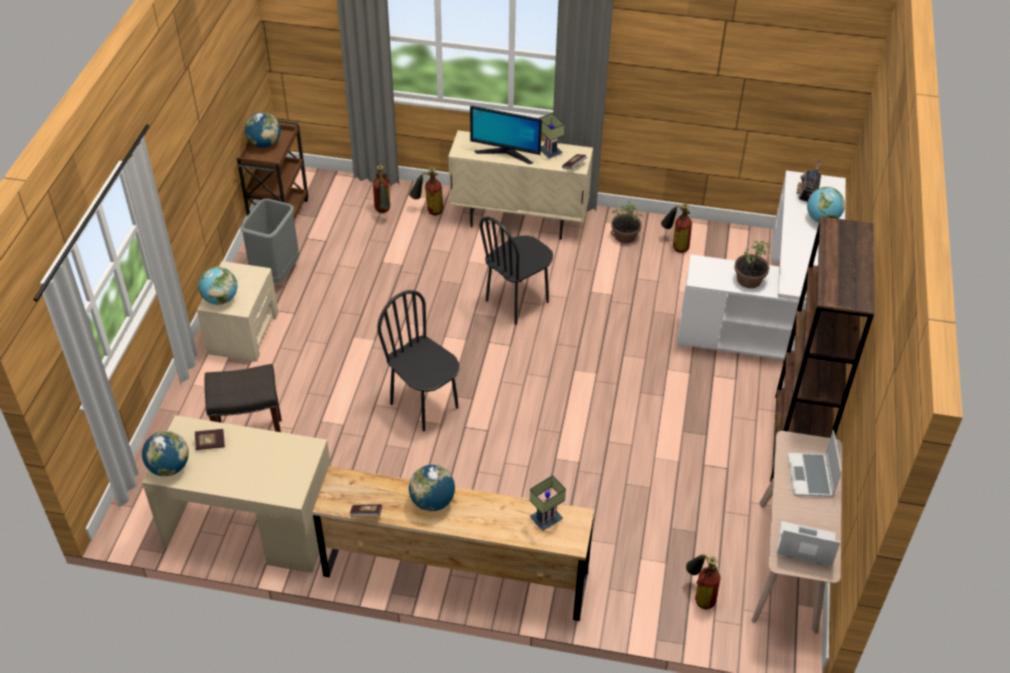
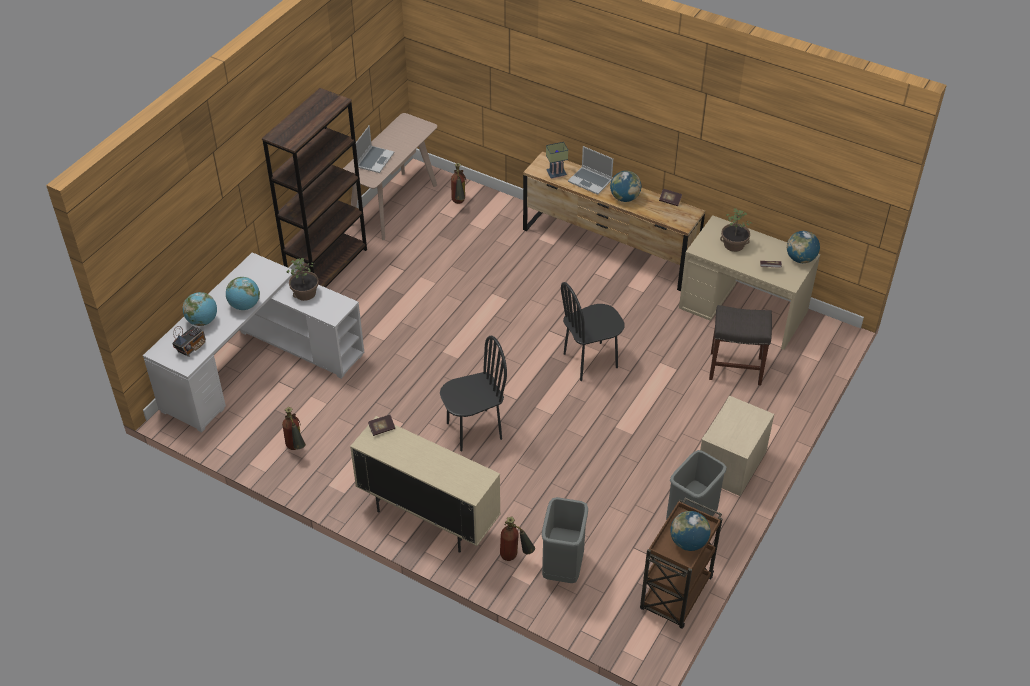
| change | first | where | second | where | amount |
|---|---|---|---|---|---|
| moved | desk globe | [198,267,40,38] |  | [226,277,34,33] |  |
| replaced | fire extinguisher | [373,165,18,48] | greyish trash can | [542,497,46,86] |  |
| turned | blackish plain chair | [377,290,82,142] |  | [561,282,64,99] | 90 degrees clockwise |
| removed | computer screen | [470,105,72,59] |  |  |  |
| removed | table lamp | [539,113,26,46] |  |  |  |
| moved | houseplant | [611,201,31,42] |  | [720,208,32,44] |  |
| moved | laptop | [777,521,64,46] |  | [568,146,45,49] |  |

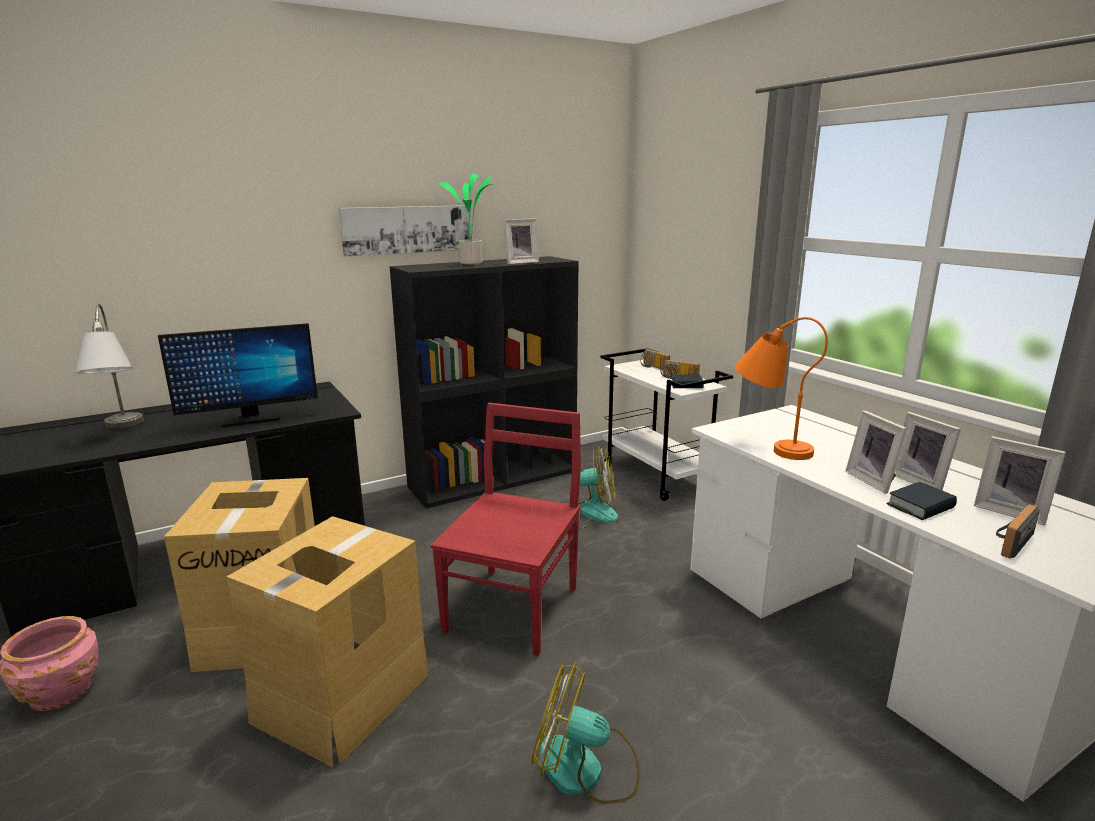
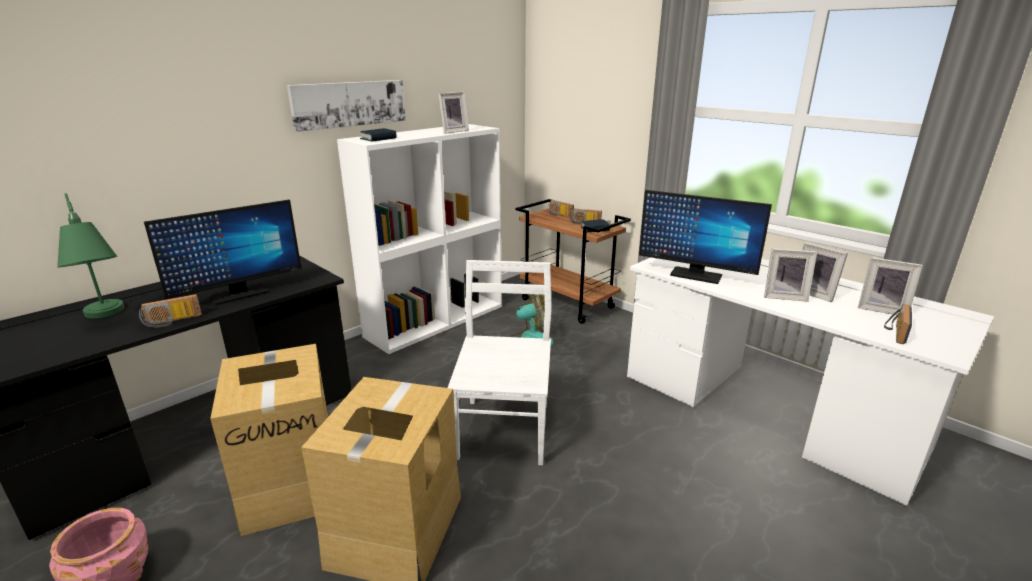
| change | first | where | second | where | amount |
|---|---|---|---|---|---|
| recoloured | greyish table lamp | [75,304,69,125] | green-coloured table lamp | [57,193,67,126] |  |
| recoloured | blackish bookcase | [390,256,188,253] | white-coloured bookcase | [337,124,165,230] |  |
| recoloured | reddish plain chair | [431,403,150,253] | white-coloured plain chair | [448,260,104,205] |  |
| removed | houseplant | [439,173,53,92] |  |  |  |
| removed | electric fan | [531,663,109,141] |  |  |  |
| recoloured | white-coloured wheeled cart | [600,348,133,153] | brown wheeled cart | [516,199,115,125] |  |
| replaced | orangey table lamp | [735,317,93,143] | computer screen | [639,190,133,94] |  |
| turned | picture frame | [845,411,63,83] |  | [764,248,53,54] | 45 degrees counterclockwise |
| moved | bound book | [886,482,71,38] |  | [360,128,37,14] |  |
| added |  |  | radio set | [139,294,63,34] |  |

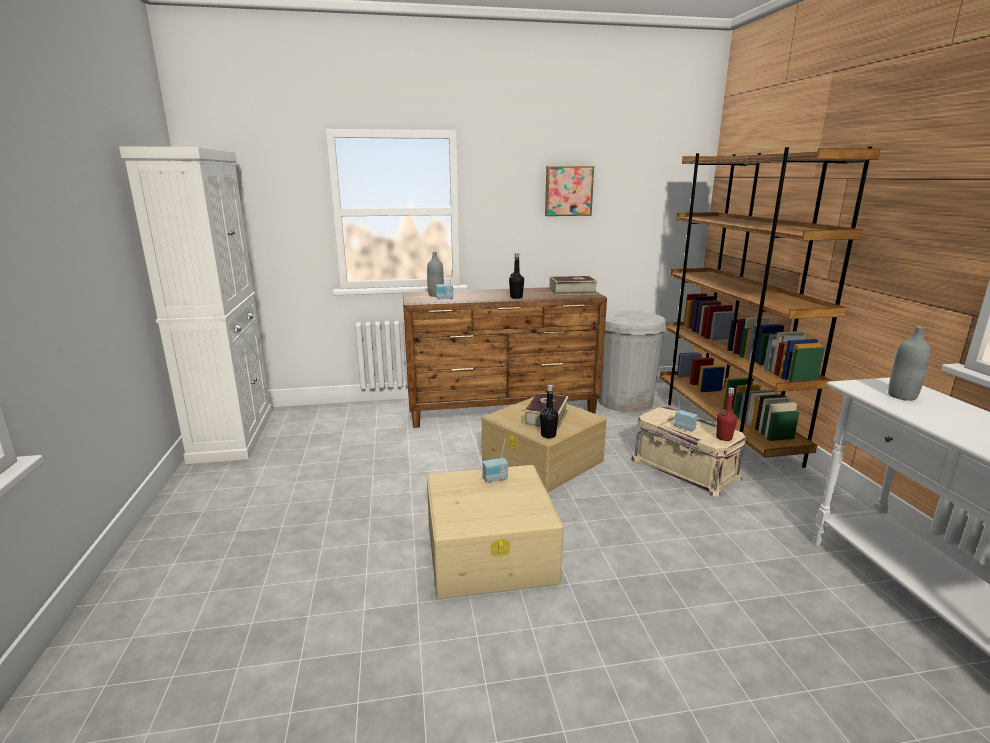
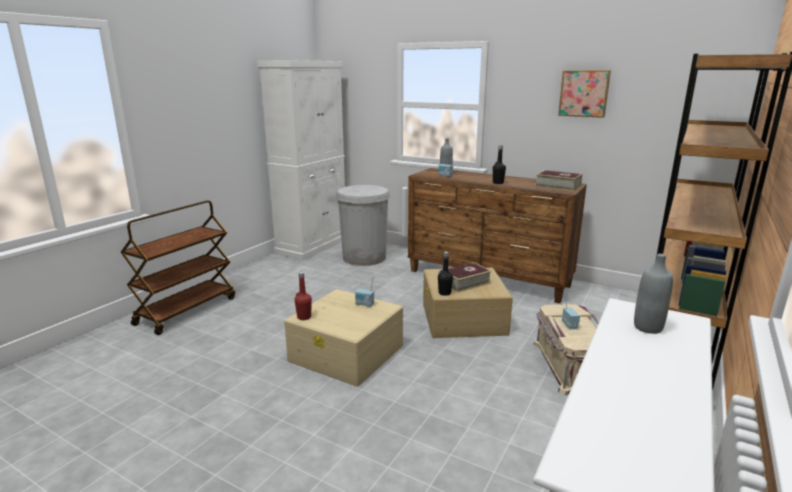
| change | first | where | second | where | amount |
|---|---|---|---|---|---|
| moved | white-coloured trash can | [598,310,69,103] |  | [336,185,54,81] |  |
| moved | reddish bottle | [716,388,21,53] |  | [294,272,18,48] |  |
| added |  |  | brown wheeled cart | [121,200,114,135] |  |

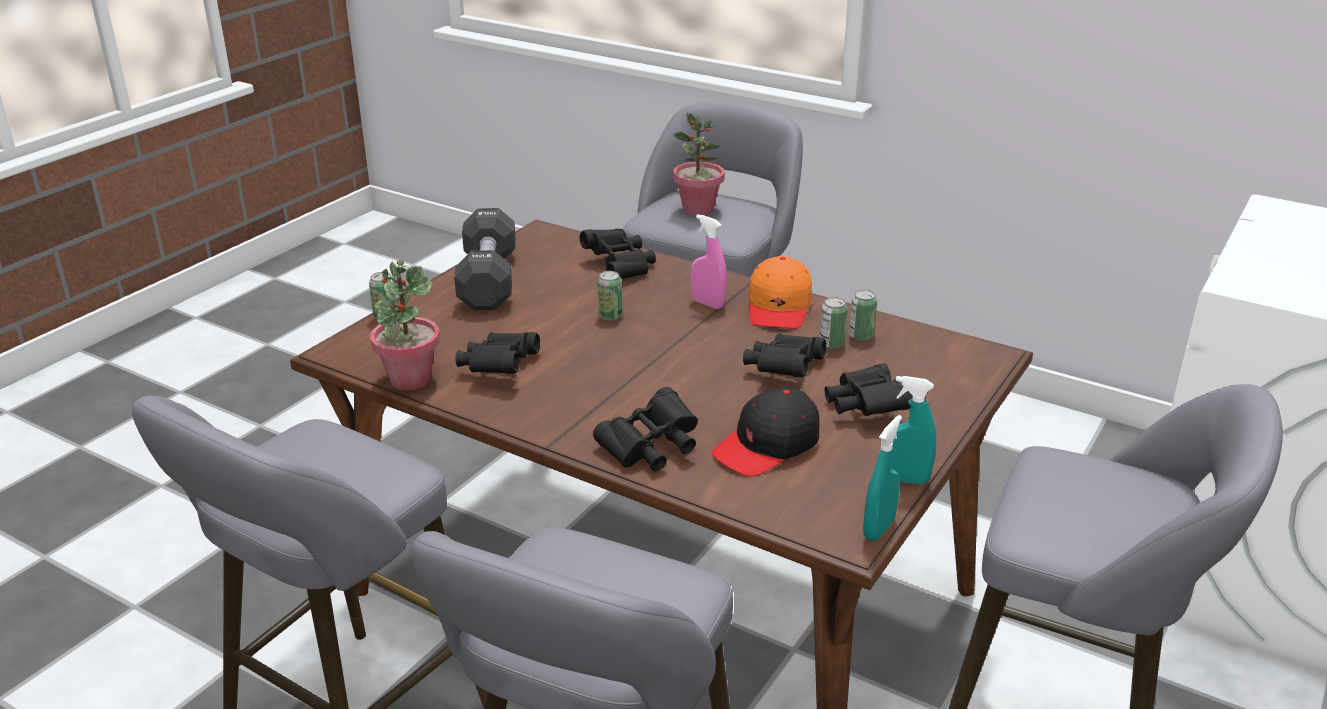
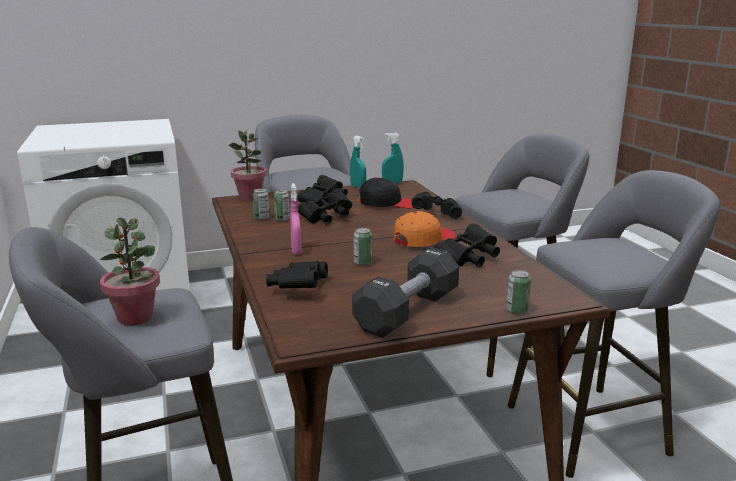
| change | first | where | second | where | amount |
|---|---|---|---|---|---|
| moved | houseplant | [370,260,70,130] |  | [229,130,38,71] |  |
| moved | orangey peaked cap | [748,256,64,73] |  | [394,211,62,36] |  |

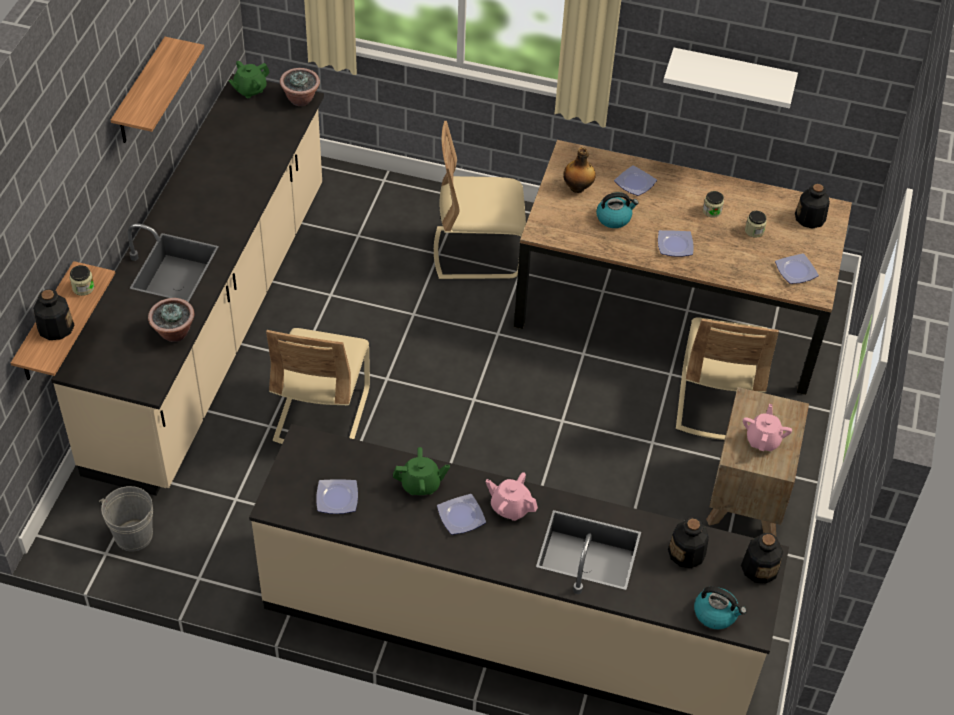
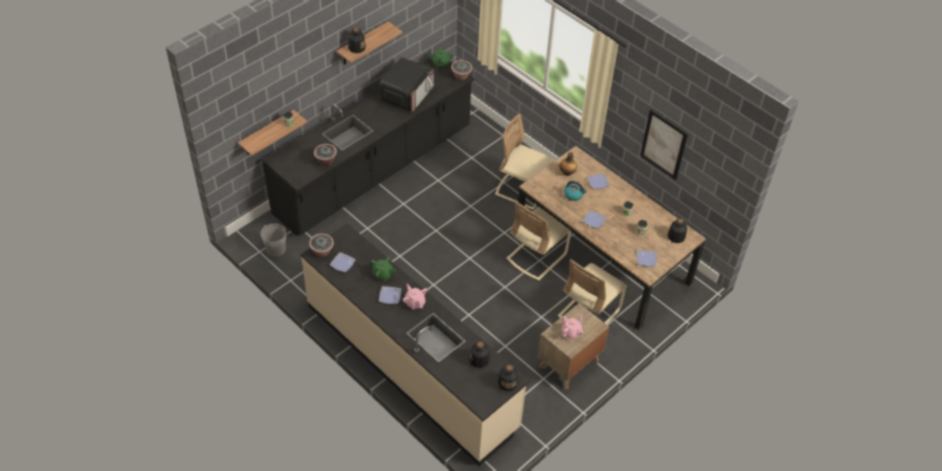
| change | first | where | second | where | amount |
|---|---|---|---|---|---|
| moved | bottle | [33,289,42,51] |  | [348,28,18,25] |  |
| recoloured | beige kitchen counter | [51,74,273,422] | blackish kitchen counter | [262,58,213,179] |  |
| moved | beige plain chair | [266,328,104,117] |  | [506,200,65,81] |  |
| replaced | white-coloured wall shelf | [663,48,135,60] | picture | [640,110,48,70] |  |
| removed | kettle | [694,586,53,43] |  |  |  |
| added |  |  | houseplant | [309,233,25,24] |  |
| added |  |  | kitchen microwave | [380,57,54,55] |  |

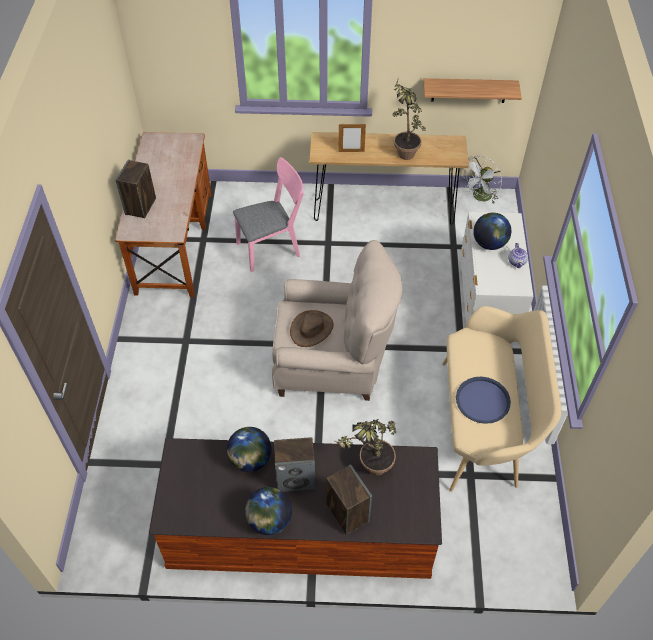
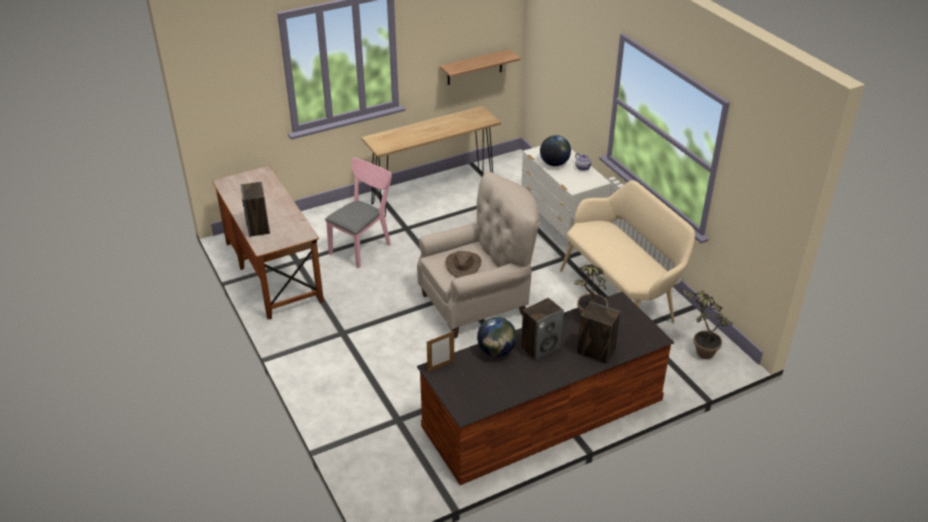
| change | first | where | second | where | amount |
|---|---|---|---|---|---|
| removed | desk globe | [245,487,47,48] |  |  |  |
| moved | picture frame | [338,123,28,29] |  | [427,331,27,41] |  |
| moved | houseplant | [393,77,33,83] |  | [683,286,49,73] |  |
| removed | bluish carrying tray | [456,377,55,47] |  |  |  |
| removed | white-coloured electric fan | [462,156,40,48] |  |  |  |

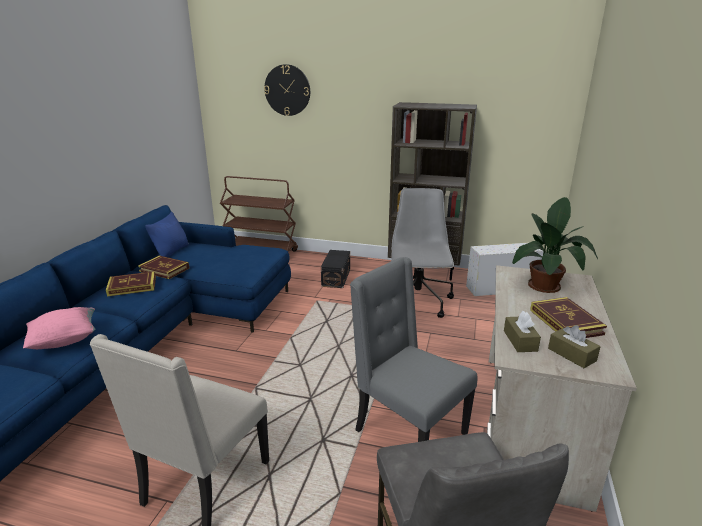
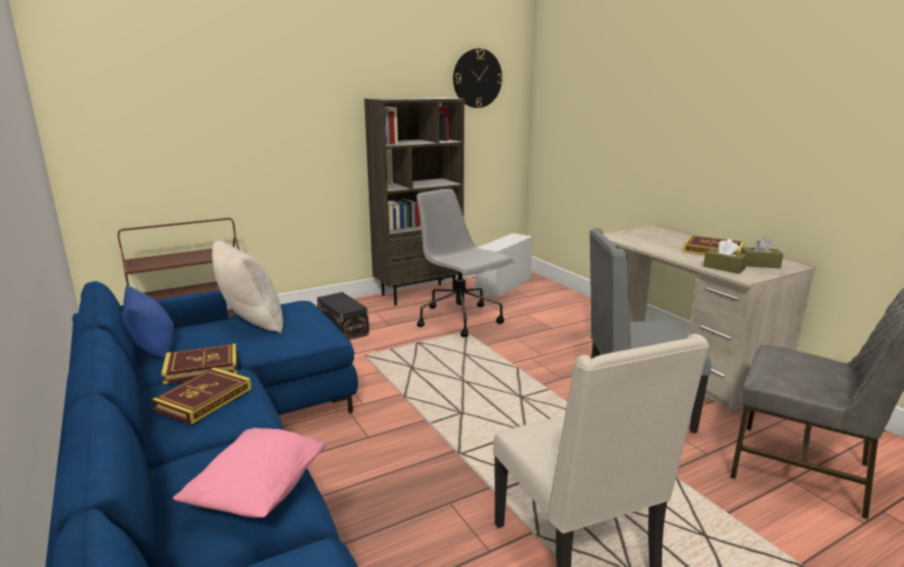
| change | first | where | second | where | amount |
|---|---|---|---|---|---|
| moved | hanging clock | [264,64,46,52] |  | [453,48,50,60] |  |
| removed | houseplant | [512,197,86,96] |  |  |  |
| added |  |  | beige cushion | [212,241,72,93] |  |

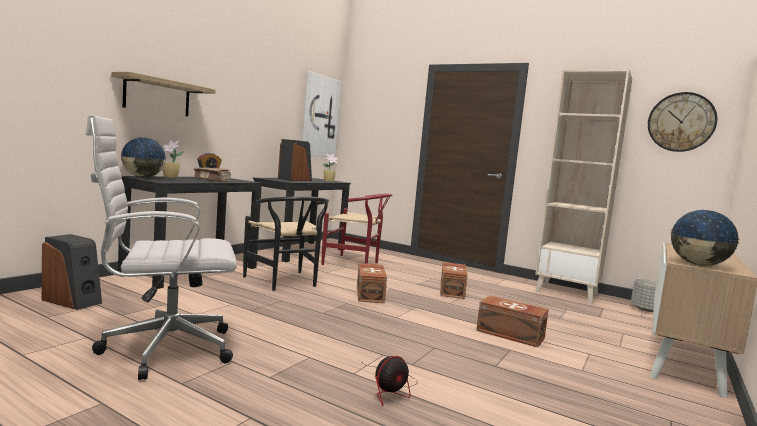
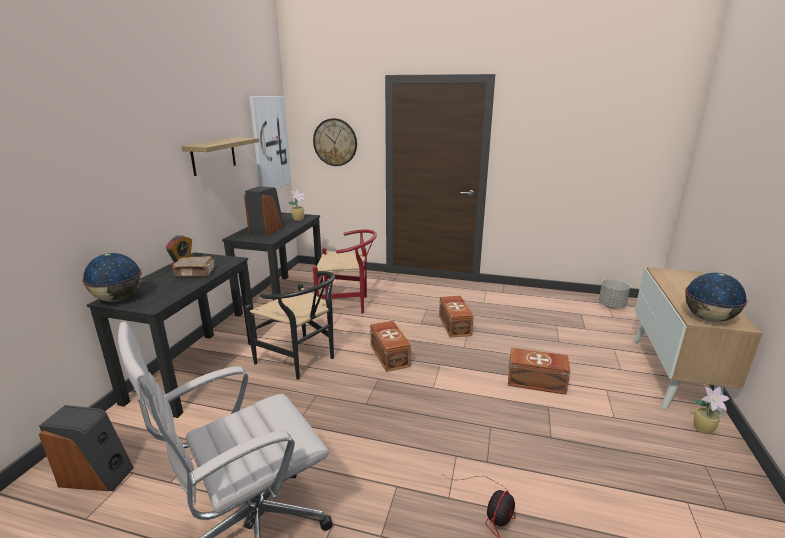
| change | first | where | second | where | amount |
|---|---|---|---|---|---|
| moved | wall shelf | [111,72,104,44] |  | [181,137,78,39] |  |
| moved | houseplant | [162,140,21,38] |  | [694,387,36,47] |  |
| removed | beige bookcase | [535,69,97,235] |  |  |  |
| moved | hanging clock | [648,92,69,60] |  | [313,118,44,48] |  |

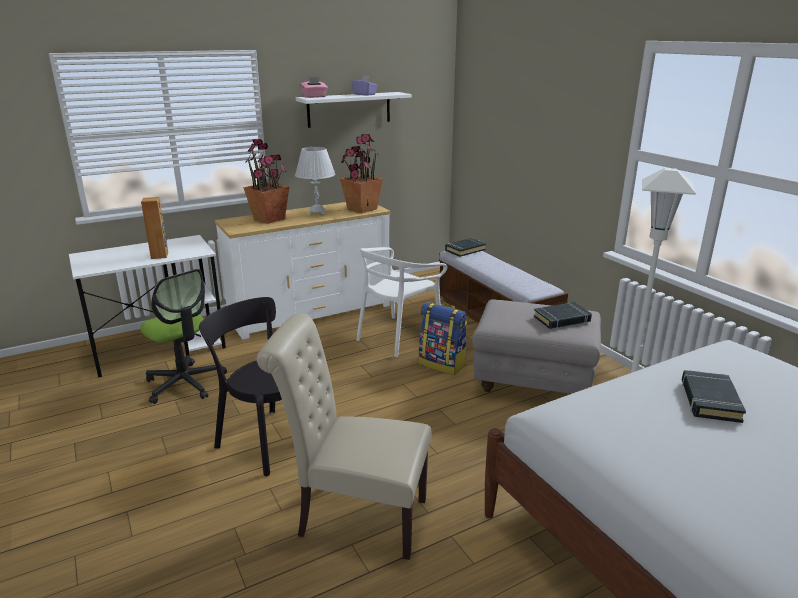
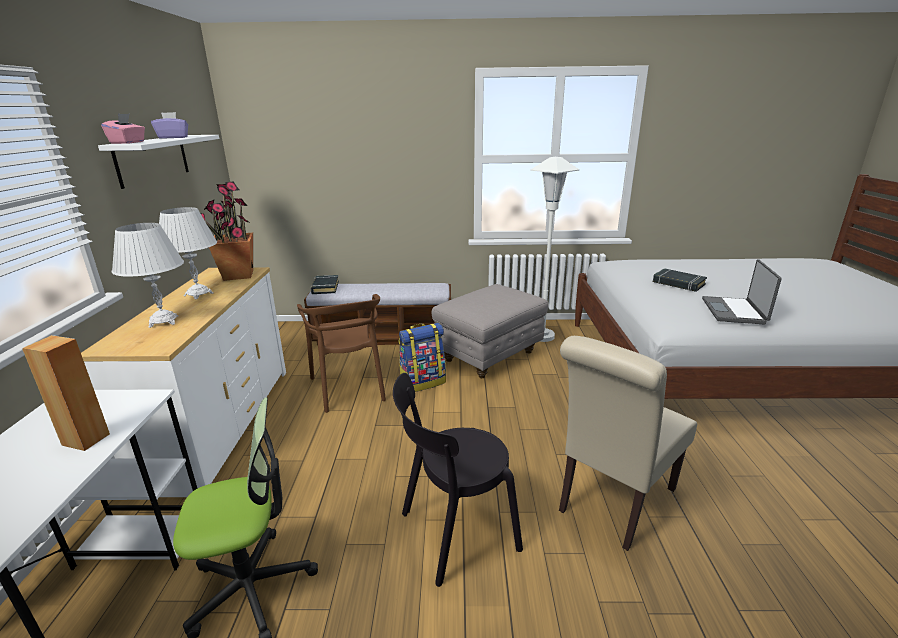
| change | first | where | second | where | amount |
|---|---|---|---|---|---|
| replaced | houseplant | [243,139,46,85] | white-coloured table lamp | [112,223,72,105] |  |
| recoloured | white-coloured plain chair | [356,247,91,110] | brown plain chair | [297,294,89,119] |  |
| removed | blackish bound book | [534,302,58,27] |  |  |  |
| added |  |  | laptop | [702,259,80,66] |  |

